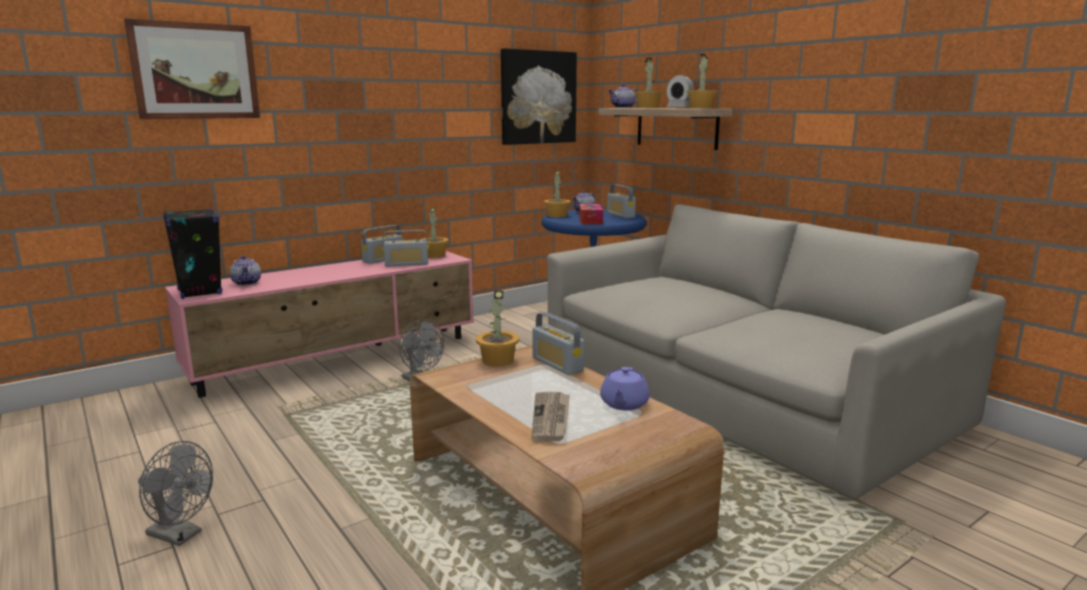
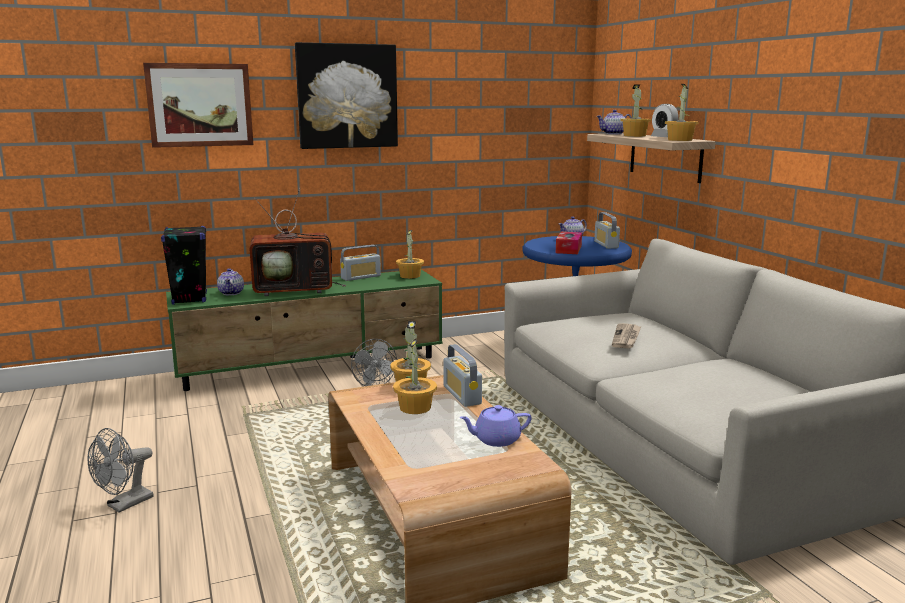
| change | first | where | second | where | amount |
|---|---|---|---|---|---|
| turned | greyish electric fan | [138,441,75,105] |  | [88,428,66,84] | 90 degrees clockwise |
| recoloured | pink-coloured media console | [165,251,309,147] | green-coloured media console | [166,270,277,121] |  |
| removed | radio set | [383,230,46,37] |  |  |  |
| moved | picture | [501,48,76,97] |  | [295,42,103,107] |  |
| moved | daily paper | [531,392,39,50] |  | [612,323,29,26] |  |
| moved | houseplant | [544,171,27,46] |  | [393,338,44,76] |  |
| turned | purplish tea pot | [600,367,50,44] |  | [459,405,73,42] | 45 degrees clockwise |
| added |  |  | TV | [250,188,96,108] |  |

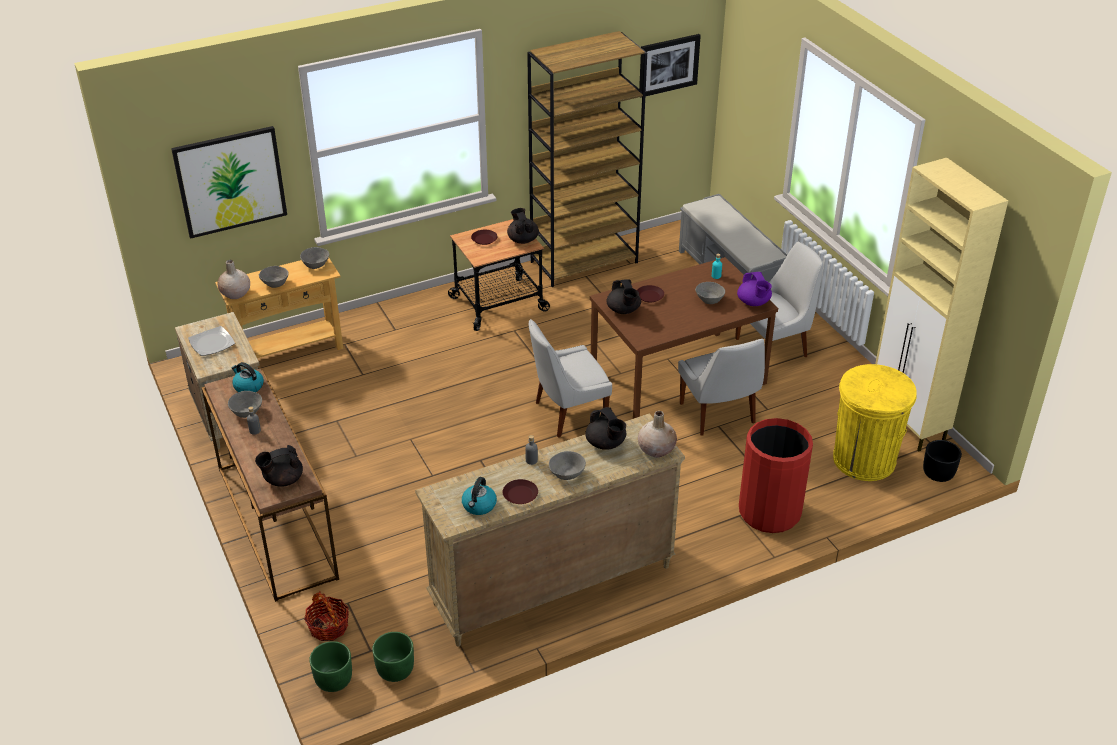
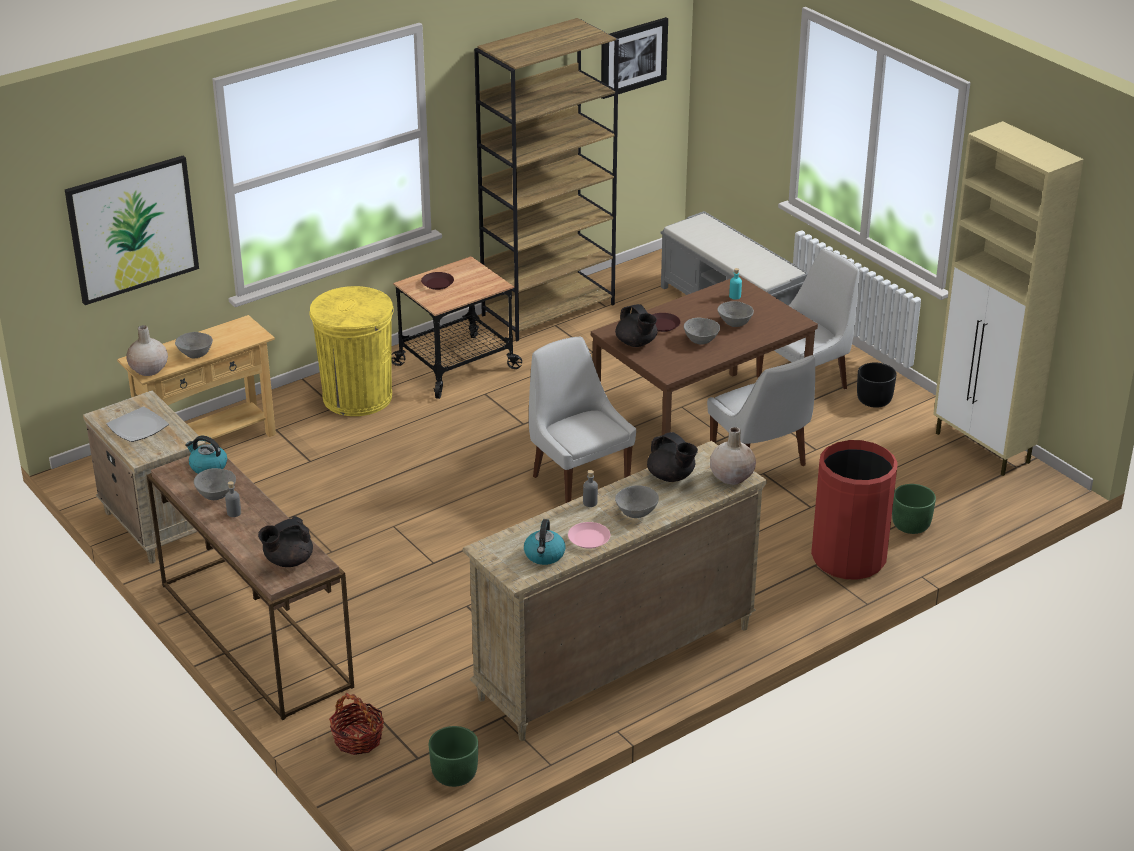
| change | first | where | second | where | amount |
|---|---|---|---|---|---|
| moved | greyish serving bowl | [300,247,29,22] |  | [684,318,36,27] |  |
| moved | green-coloured plant pot | [309,641,43,51] |  | [892,484,44,50] |  |
| recoloured | brown dinner plate | [503,479,35,25] | pink-coloured dinner plate | [568,522,42,27] |  |
| removed | blackish tea pot | [507,208,32,36] |  |  |  |
| turned | white-coloured plain chair | [529,319,83,119] |  | [529,337,107,166] | 90 degrees clockwise |
| removed | purplish tea pot | [737,272,35,34] |  |  |  |
| moved | yellowish trash can | [833,364,84,117] |  | [310,286,84,130] |  |
| moved | blackish plant pot | [923,440,39,42] |  | [857,363,40,45] |  |

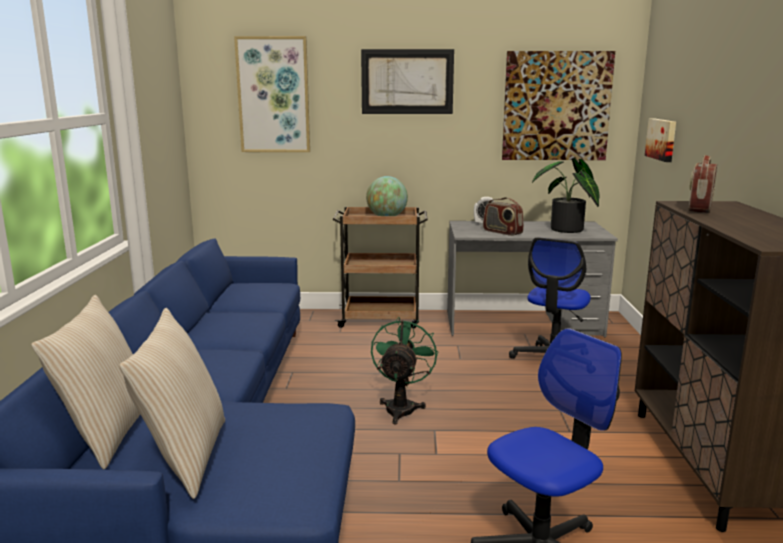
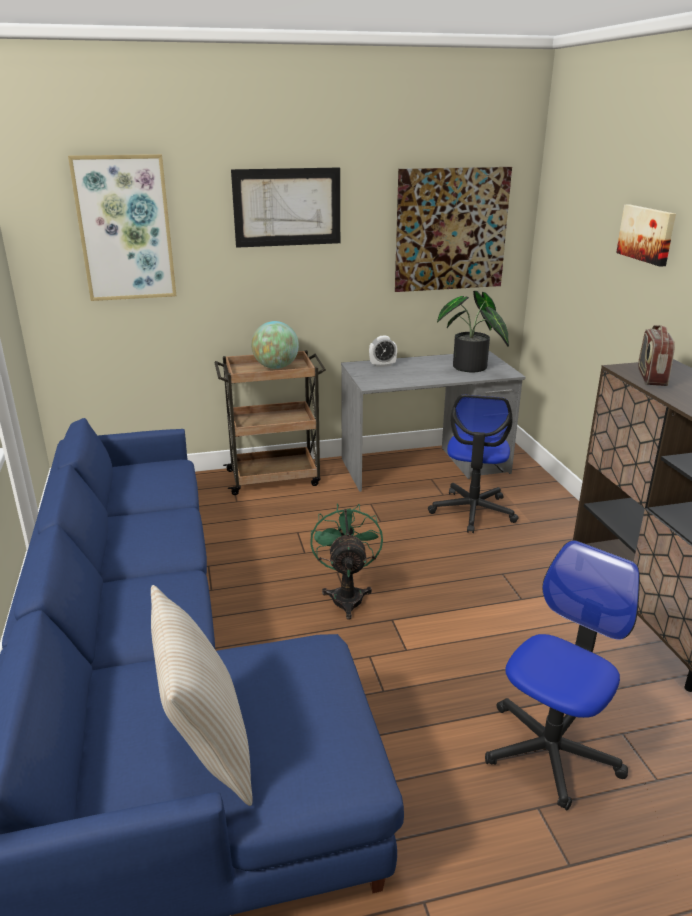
| change | first | where | second | where | amount |
|---|---|---|---|---|---|
| removed | beige cushion | [31,295,109,174] |  |  |  |
| removed | radio set | [483,197,41,39] |  |  |  |
| moved | picture | [645,118,31,44] |  | [616,204,60,63] |  |

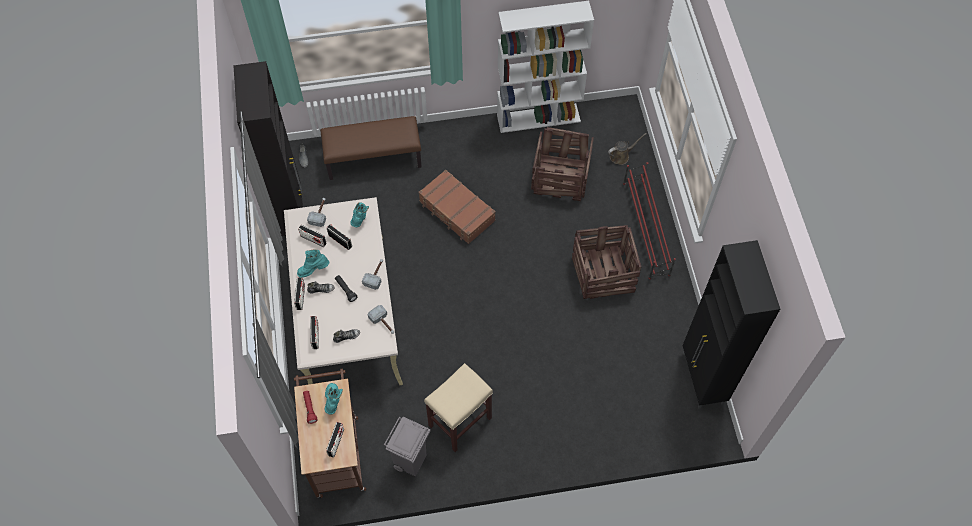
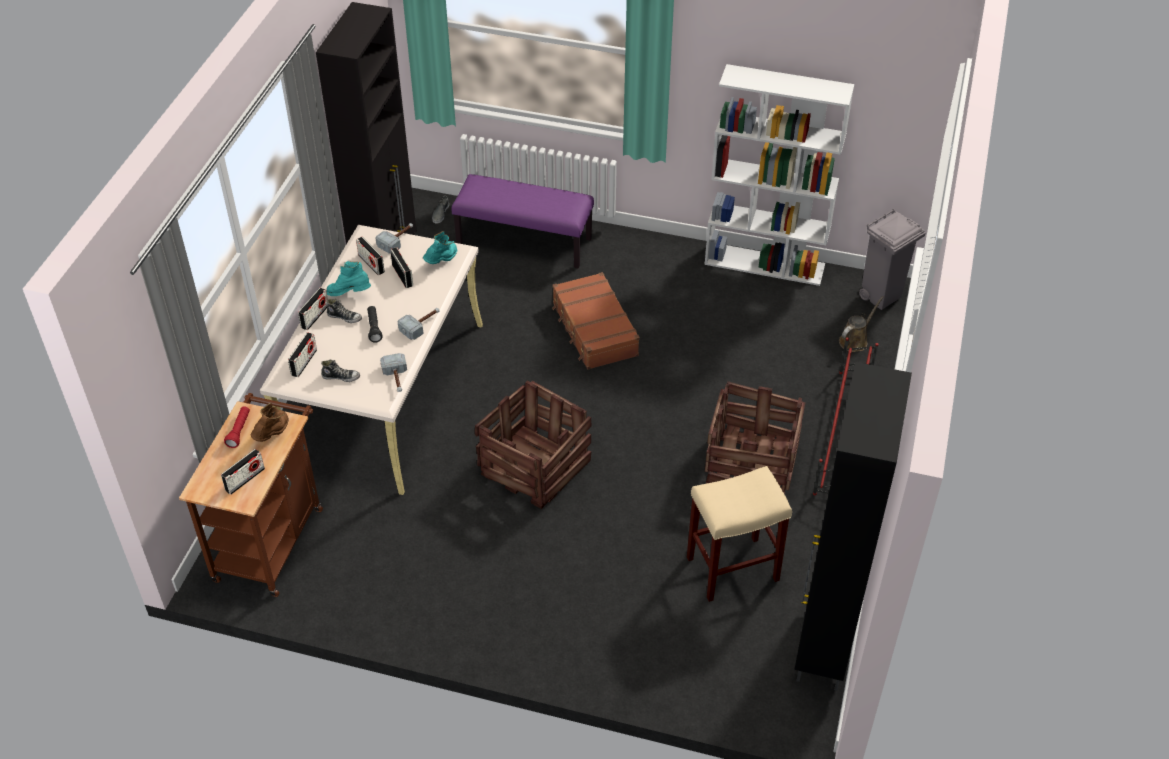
| change | first | where | second | where | amount |
|---|---|---|---|---|---|
| recoloured | brown bench | [320,116,102,64] | purplish bench | [452,174,142,95] |  |
| recoloured | blue-green boot | [325,383,18,32] | brown boot | [251,403,38,39] |  |
| moved | greyish trash can | [384,417,46,59] |  | [859,209,67,101] |  |
| moved | beige stool | [424,363,69,89] |  | [687,466,105,136] |  |
| moved | packing crate | [531,127,63,74] |  | [475,380,116,129] |  |
| turned | brown watering can | [608,133,39,32] |  | [839,296,45,56] | 45 degrees counterclockwise |

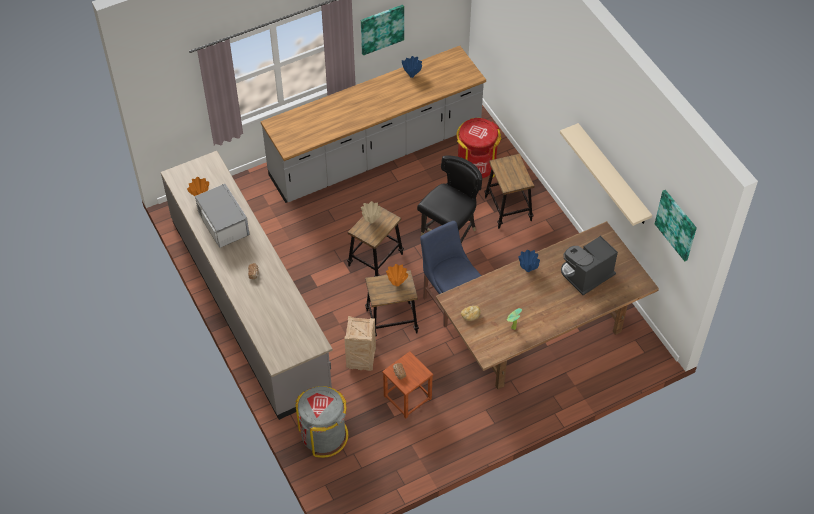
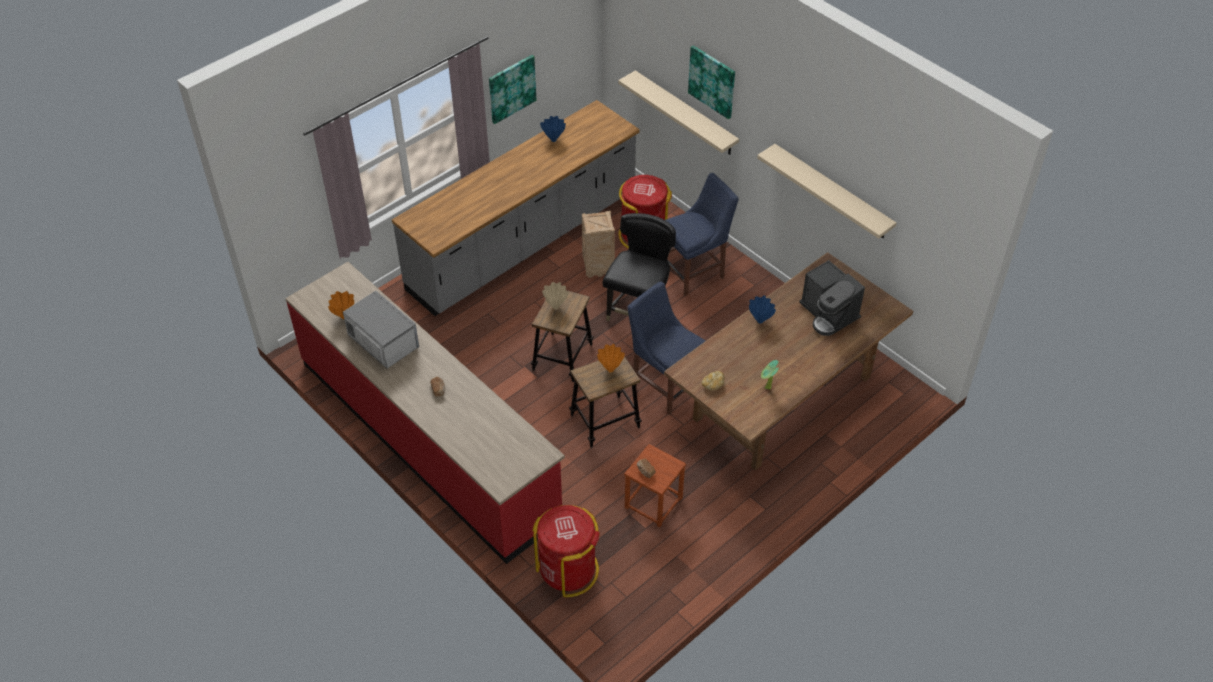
| change | first | where | second | where | amount |
|---|---|---|---|---|---|
| recoloured | greyish kitchen counter | [161,151,172,269] | reddish kitchen counter | [285,262,280,302] |  |
| recoloured | greyish trash can | [296,386,52,72] | reddish trash can | [532,505,68,92] |  |
| moved | packing crate | [344,316,32,55] |  | [582,211,33,67] |  |
| replaced | stool | [484,154,50,75] | bluish plain chair | [665,173,74,123] |  |
| turned | coffee maker | [561,235,57,60] |  | [799,260,66,76] | 75 degrees counterclockwise |
| moved | picture | [655,190,42,71] |  | [688,45,47,74] |  |
| added |  |  | beige wall shelf | [618,70,121,85] |  |

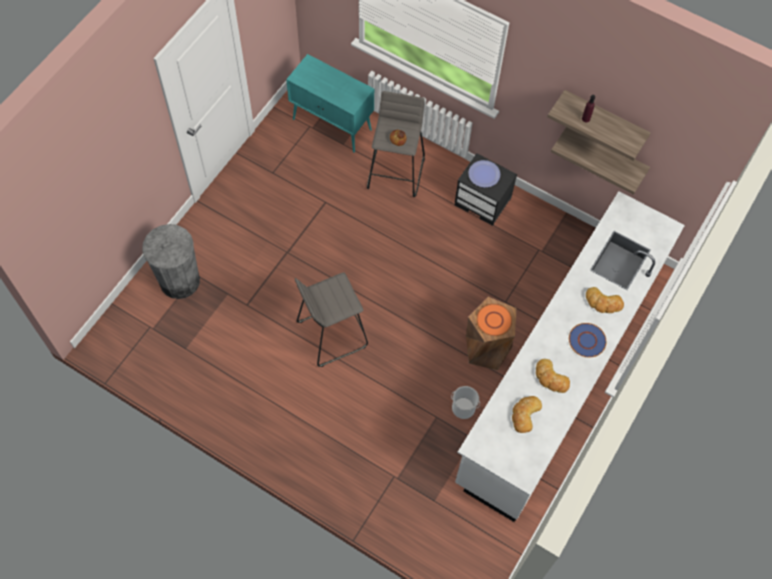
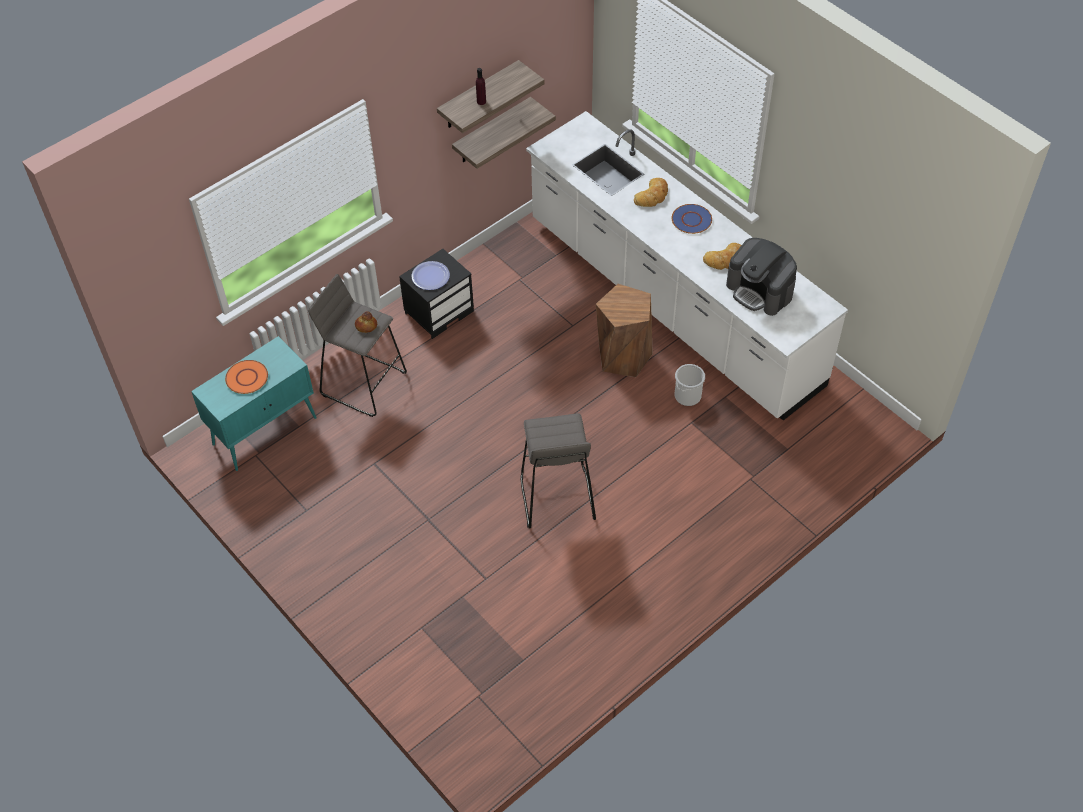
| change | first | where | second | where | amount |
|---|---|---|---|---|---|
| removed | greyish trash can | [142,224,58,75] |  |  |  |
| moved | orangey dinner plate | [476,303,36,33] |  | [225,360,43,34] |  |
| replaced | bread | [512,396,30,37] | coffee maker | [726,238,71,78] |  |

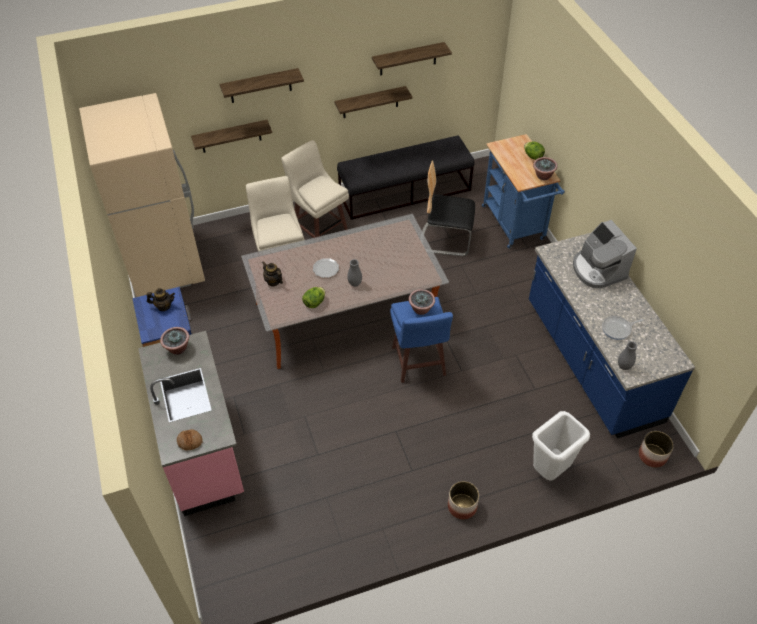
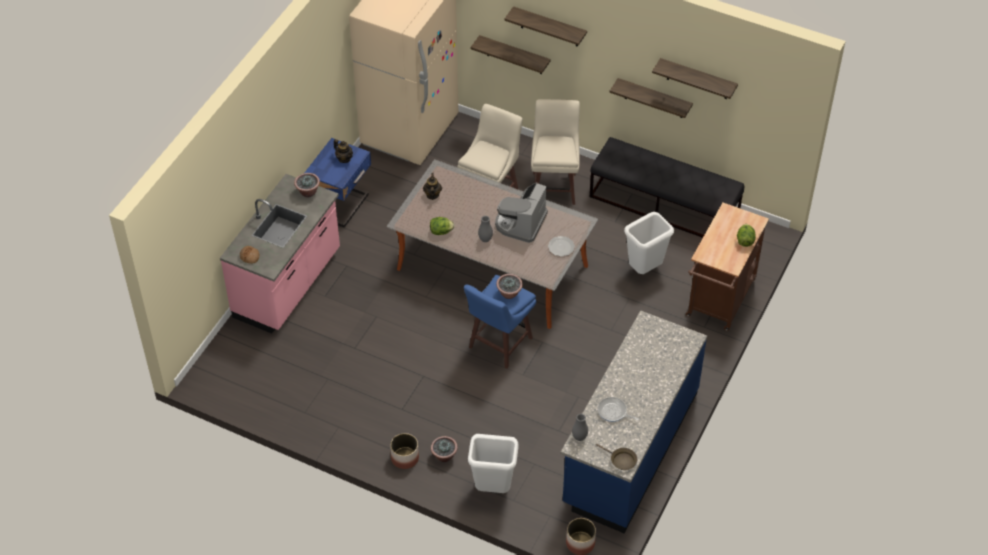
| change | first | where | second | where | amount |
|---|---|---|---|---|---|
| moved | dinner plate | [313,258,26,20] |  | [548,236,27,21] |  |
| replaced | plain chair | [422,160,53,96] | white-coloured trash can | [624,212,50,62] |  |
| recoloured | bluish wheeled cart | [482,134,83,115] | brown wheeled cart | [686,203,83,128] |  |
| moved | houseplant | [533,157,25,23] |  | [431,436,27,26] |  |
| moved | coffee maker | [573,220,64,68] |  | [495,182,53,61] |  |
| added |  |  | brown pan | [596,444,41,26] |  |

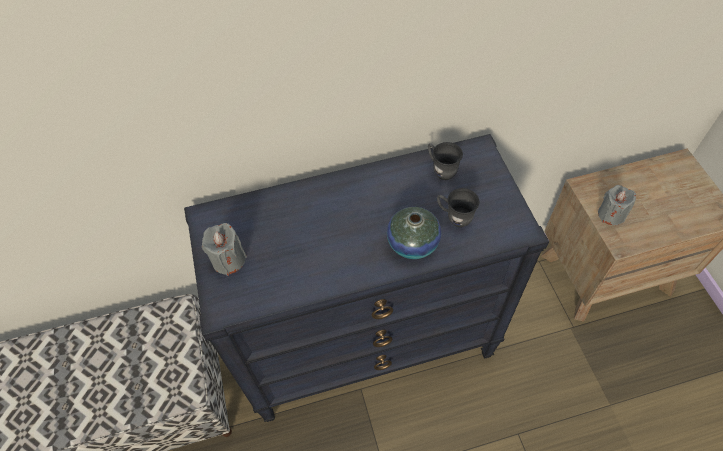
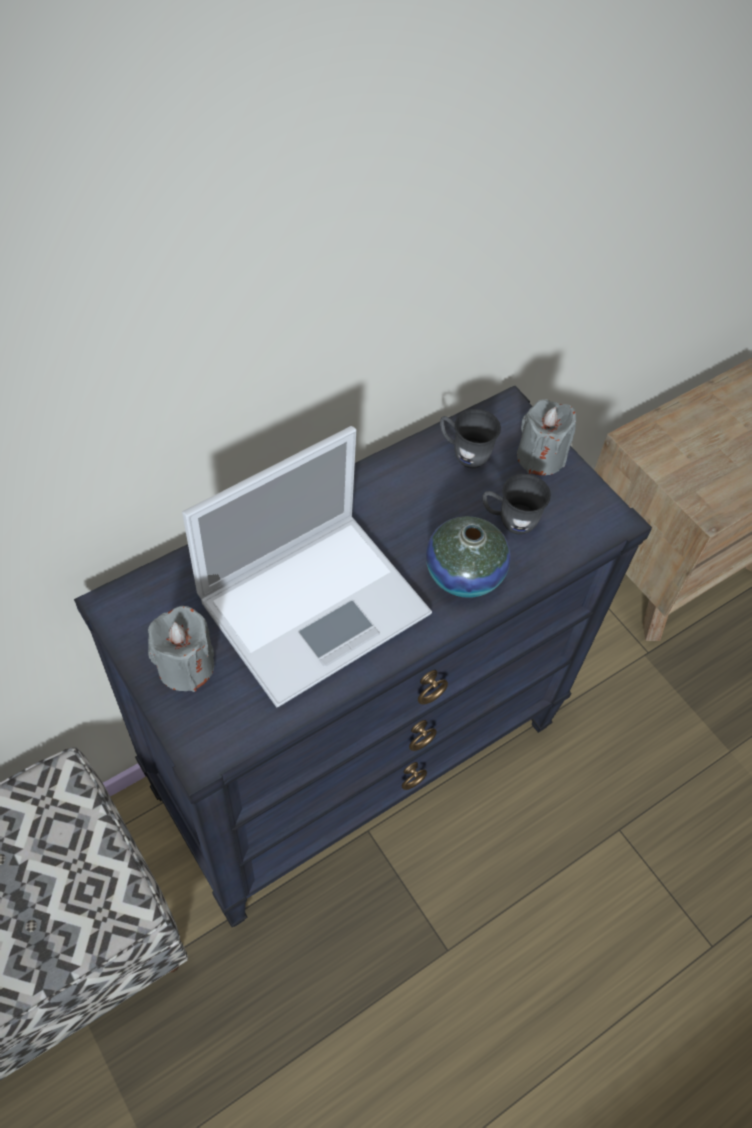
| change | first | where | second | where | amount |
|---|---|---|---|---|---|
| moved | greyish candle | [598,185,38,40] |  | [517,399,59,76] |  |
| added |  |  | laptop | [182,426,250,281] |  |

